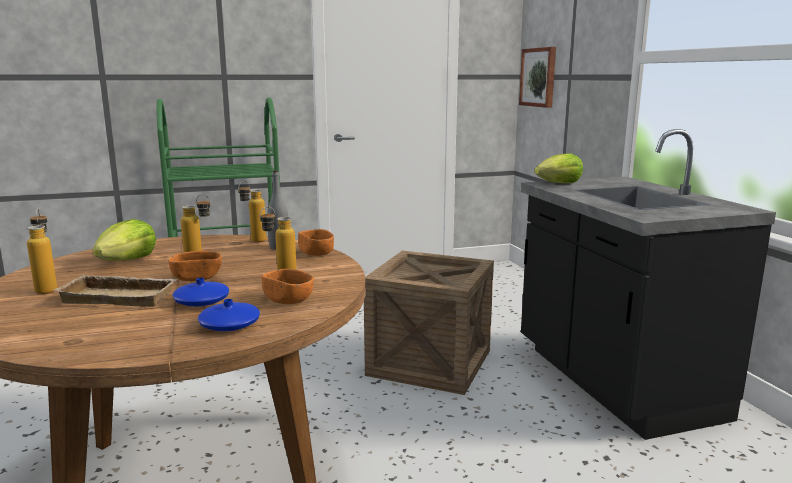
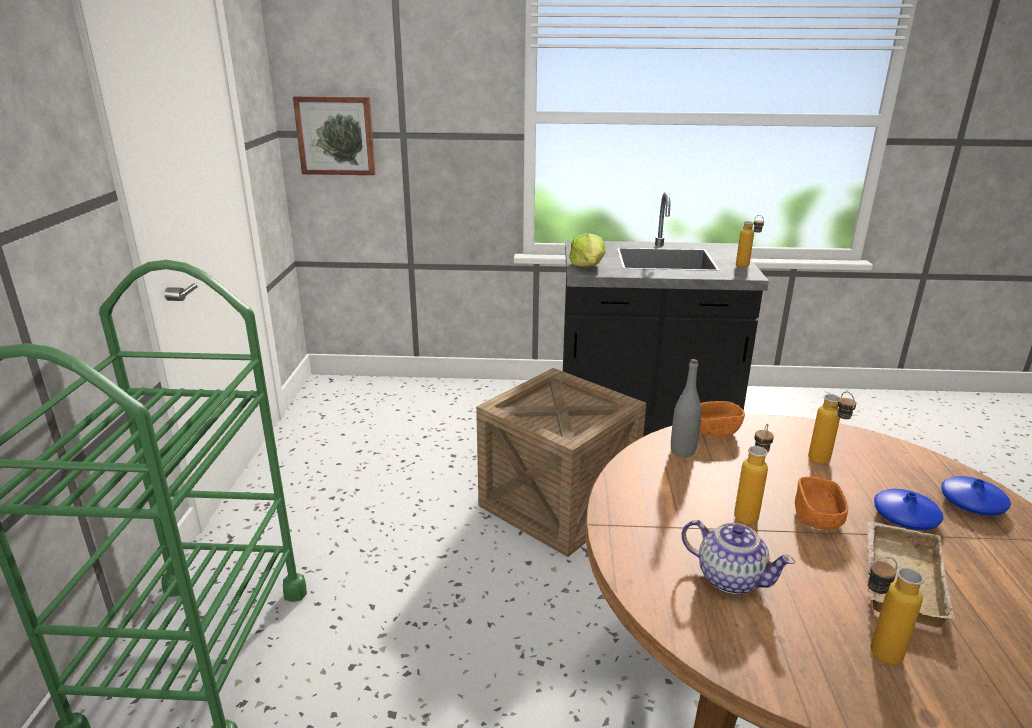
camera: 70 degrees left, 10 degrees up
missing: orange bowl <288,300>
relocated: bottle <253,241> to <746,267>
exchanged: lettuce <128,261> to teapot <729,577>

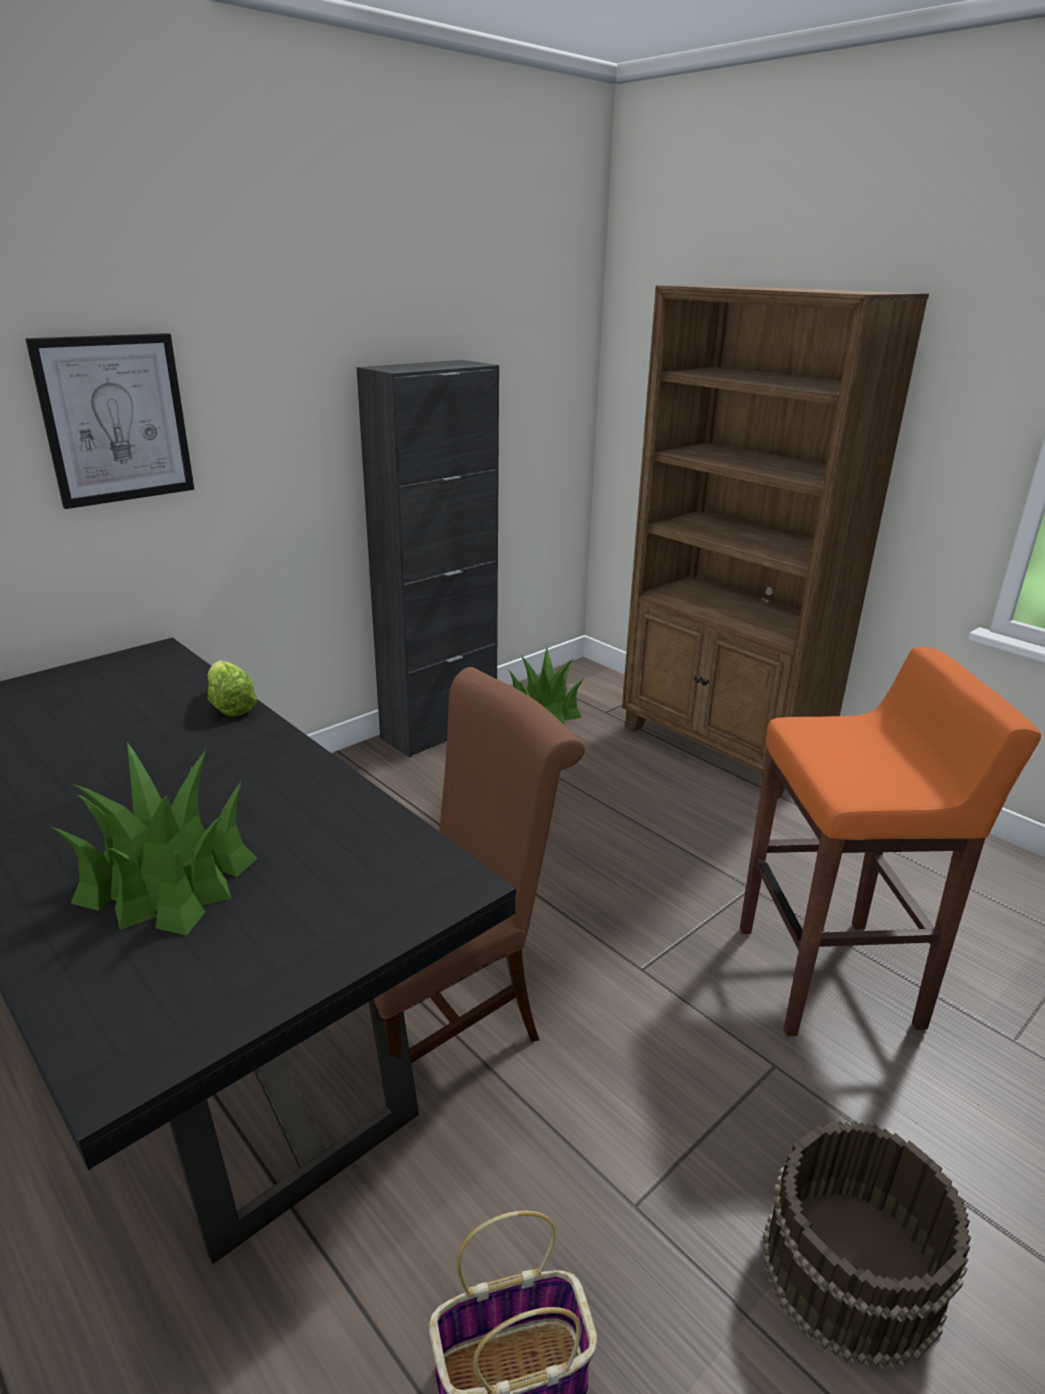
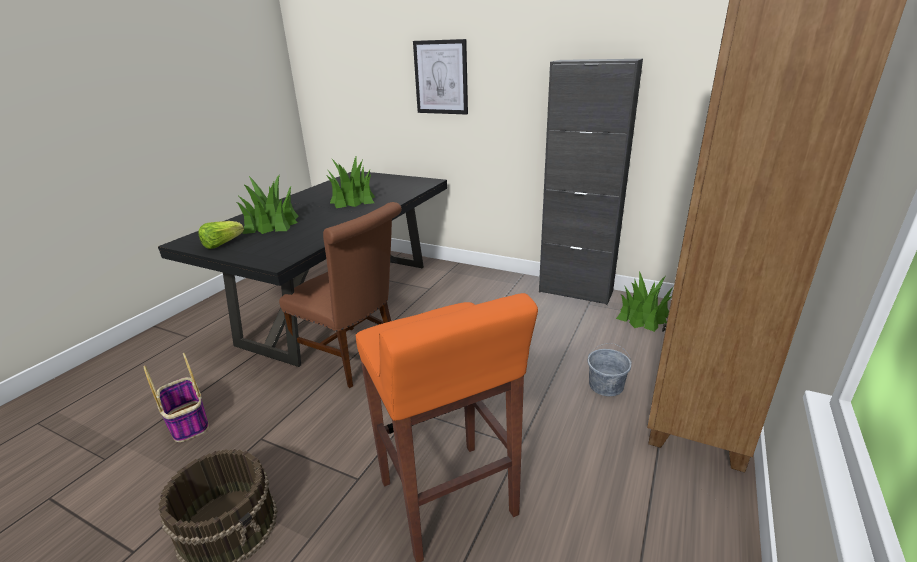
camera: 70 degrees right, 0 degrees up
appeared: potted plant <352,200>; grey bucket <606,386>
relocated: lettuce <230,705> to <222,244>

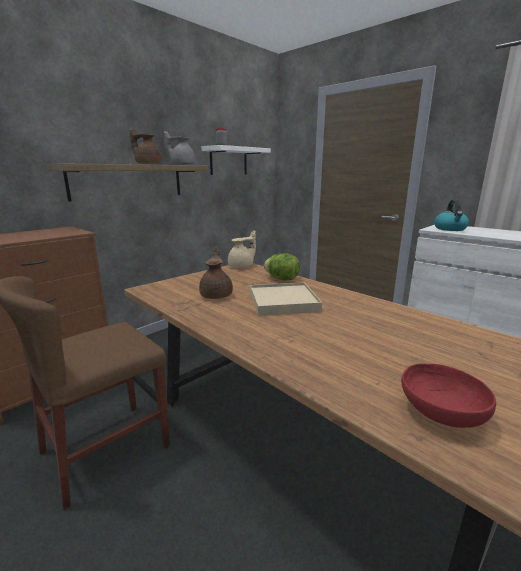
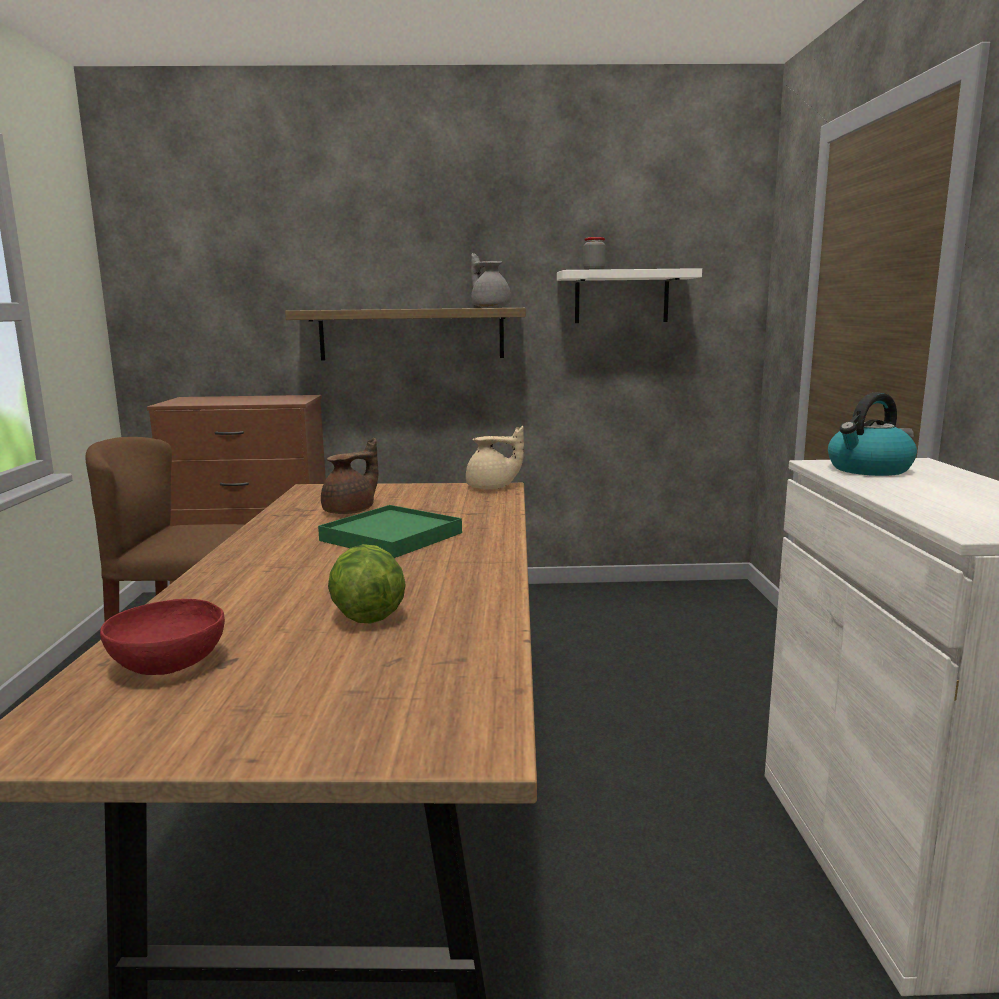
camera: 45 degrees right, 5 degrees down
missing: brown teapot <147,164>
relocated: lettuce <282,279> to <367,615>
colour: beige tray <283,302> to green tray <391,537>

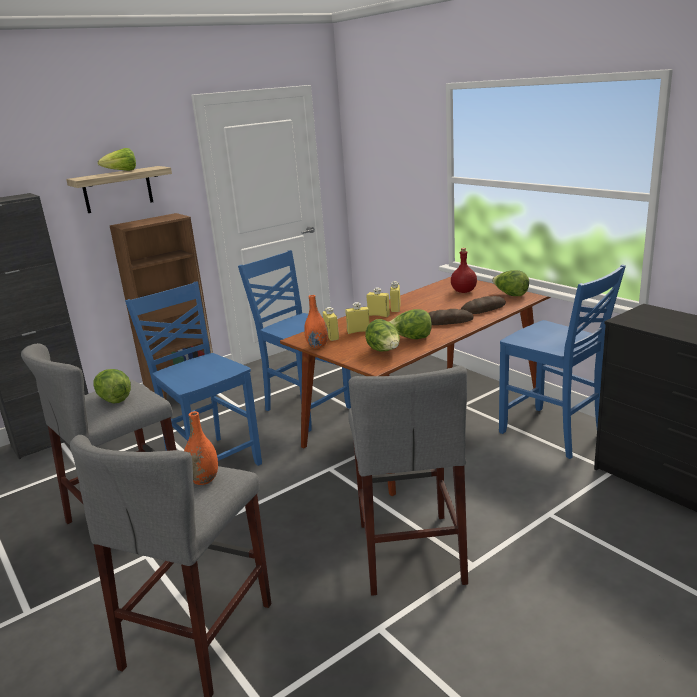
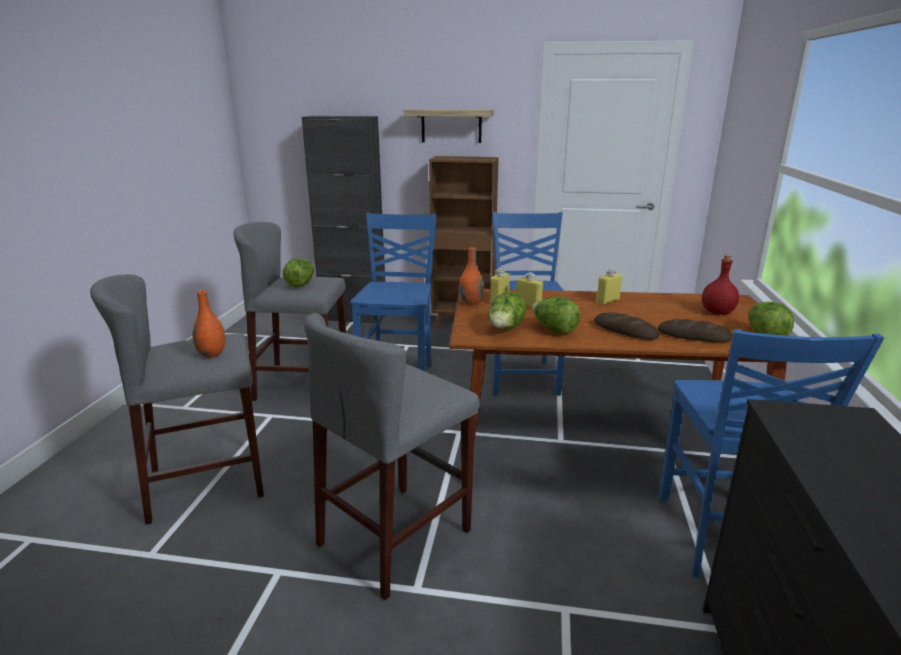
camera: 45 degrees right, 0 degrees up
missing: lettuce <121,171>; yellow bottle <378,315>

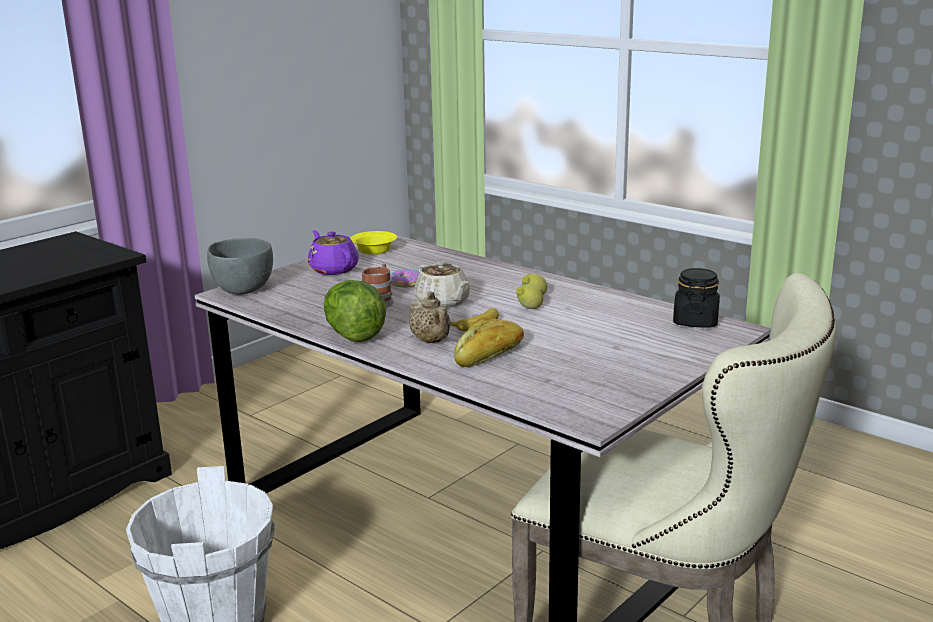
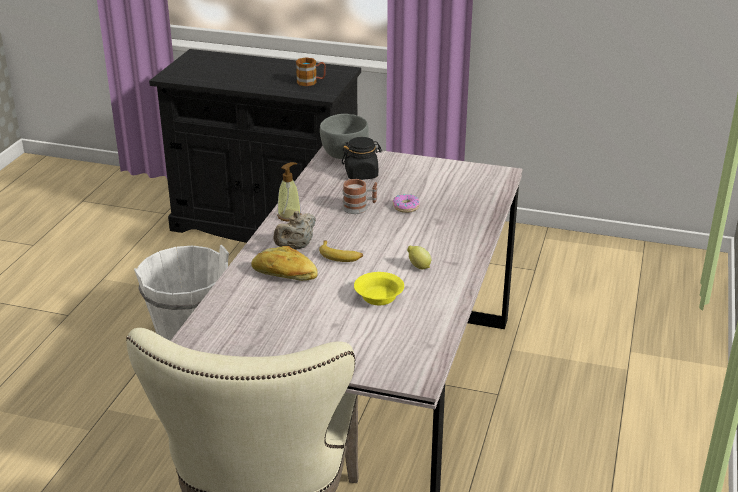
camera: 65 degrees right, 10 degrees up
missing: purple teapot <333,269>; beige teapot <443,303>; lemon <528,309>
appeared: mug <311,82>
relocated: yellow bowl <373,250> to <378,296>; black jar <695,321> to <361,174>
exchanged: lettuce <353,335> to soap dispenser <289,216>

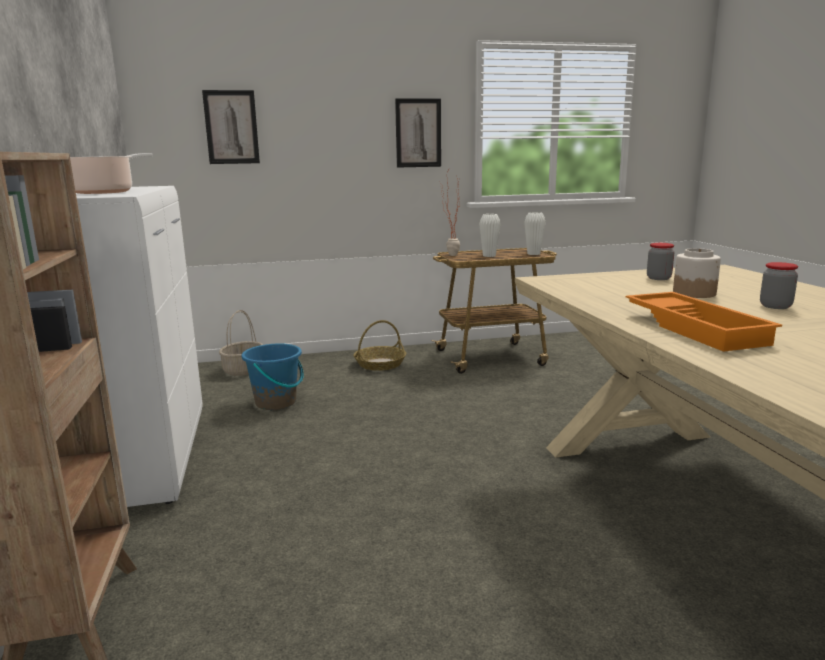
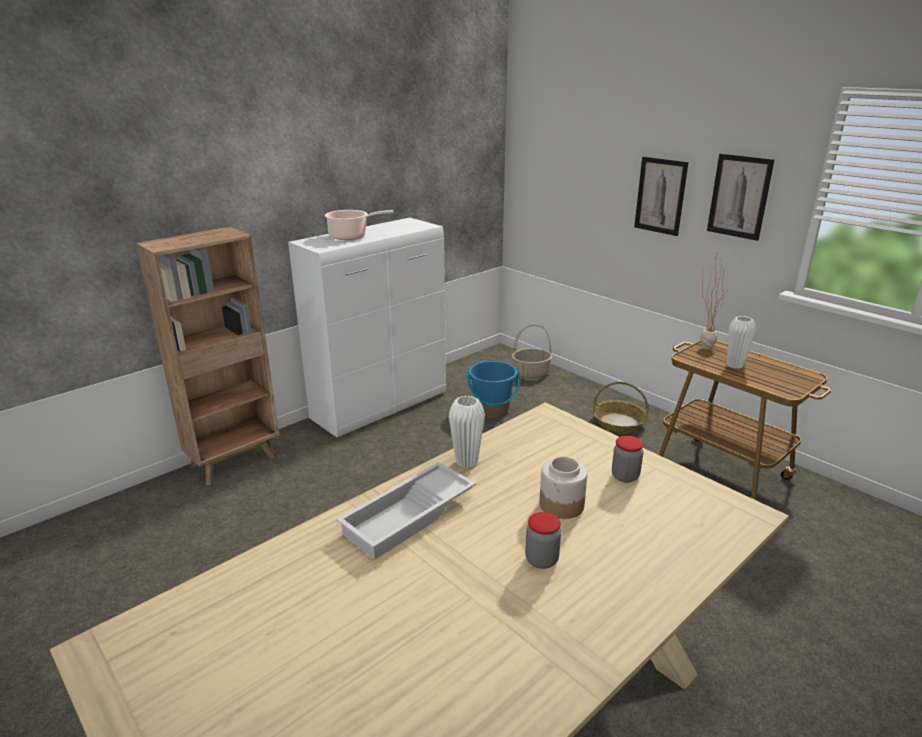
camera: 60 degrees right, 10 degrees up
relocated: picture <231,127> to <660,196>; white vase <533,254> to <466,462>
colour: orange tray <697,328> to white tray <410,517>

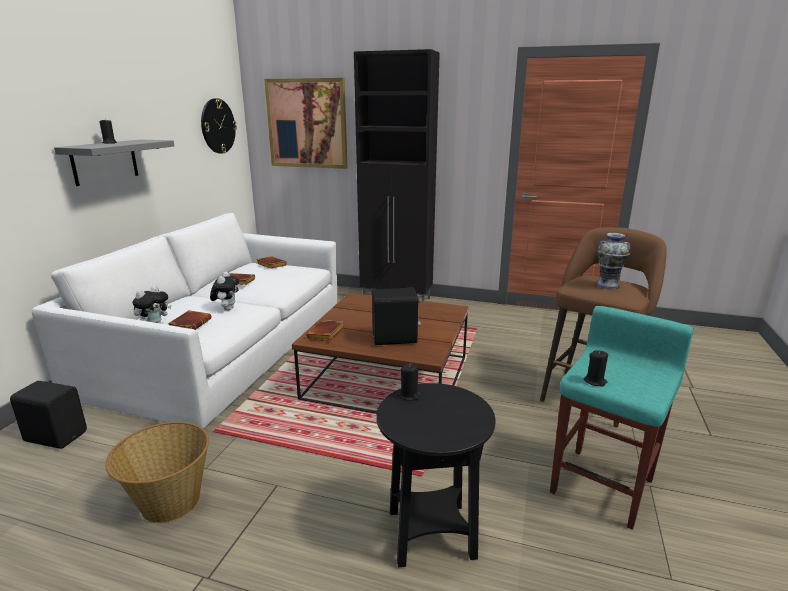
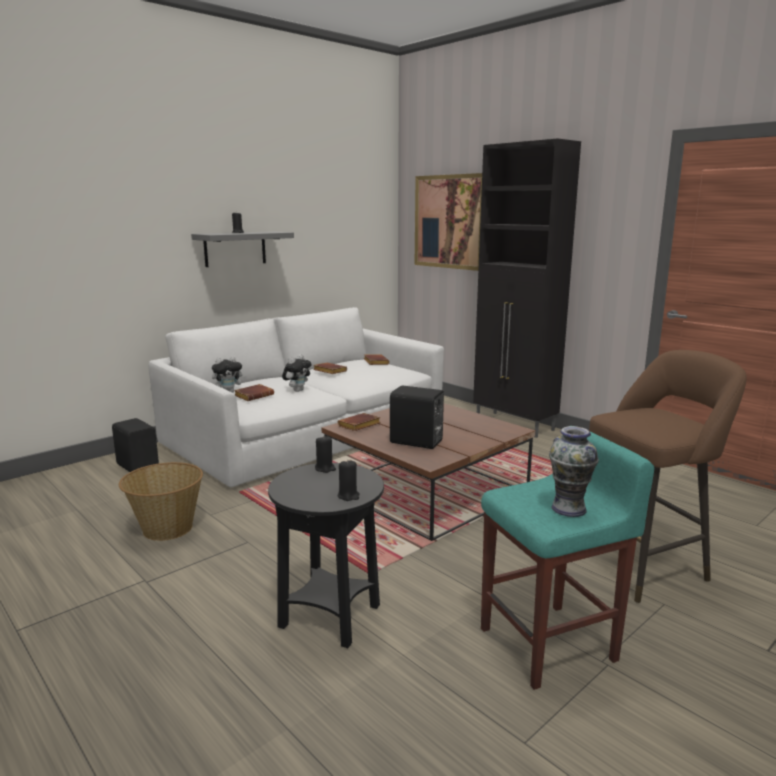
camera: 30 degrees right, 5 degrees down
missing: wall clock <218,126>
relocated: vase <607,285> to <569,508>; black candle <595,381> to <348,496>

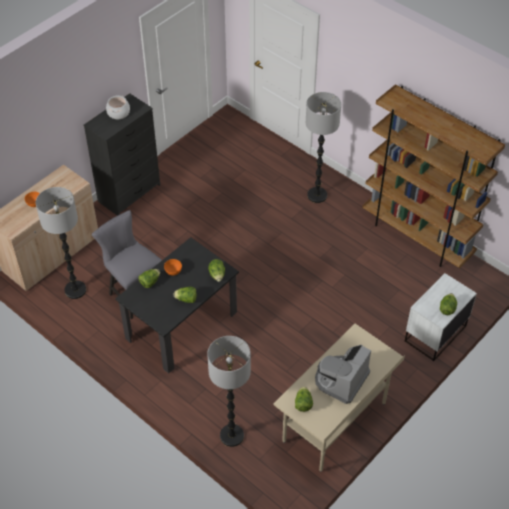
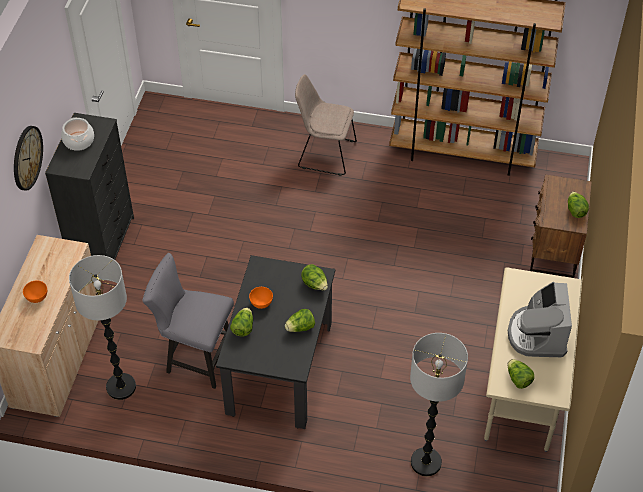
camera: 30 degrees left, 0 degrees up
appeared: wall clock <27,157>
exchanged: floor lamp <317,195> to beige chair <324,154>
colour: white nightstand <434,334> to brown nightstand <554,249>

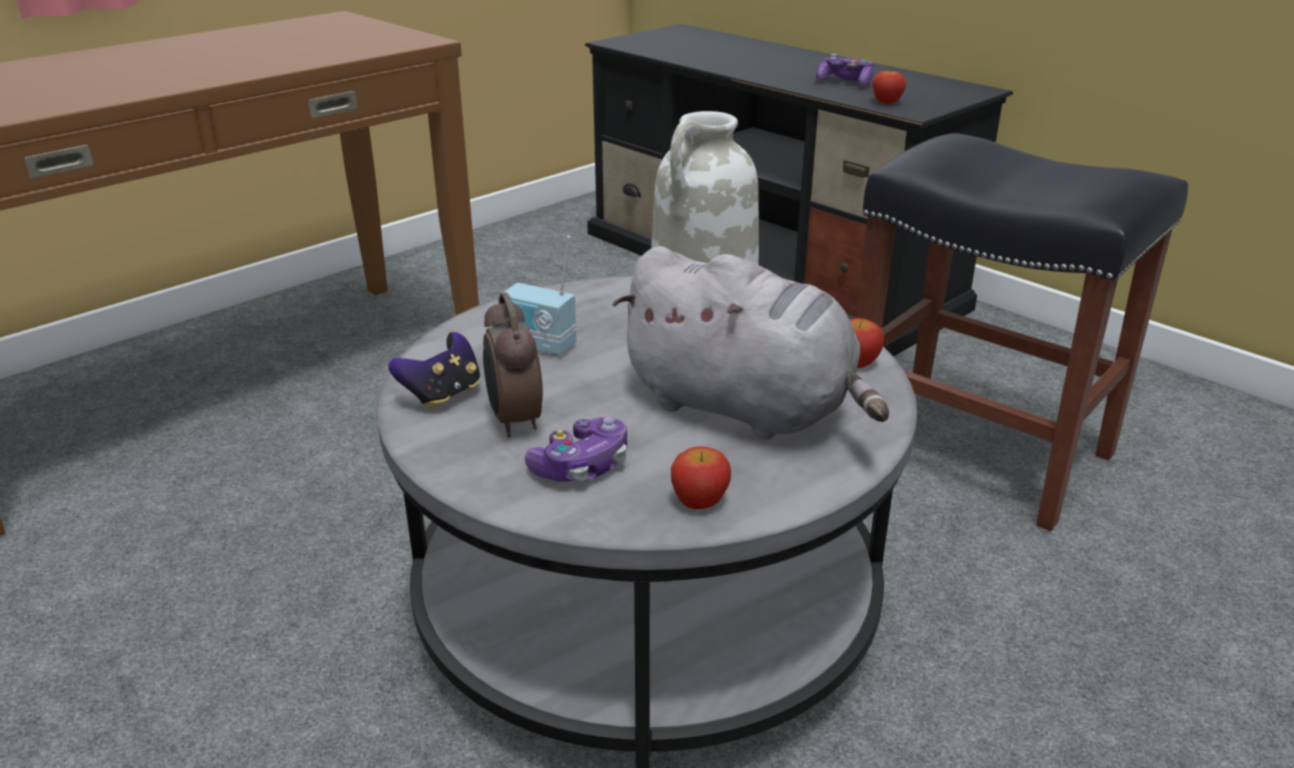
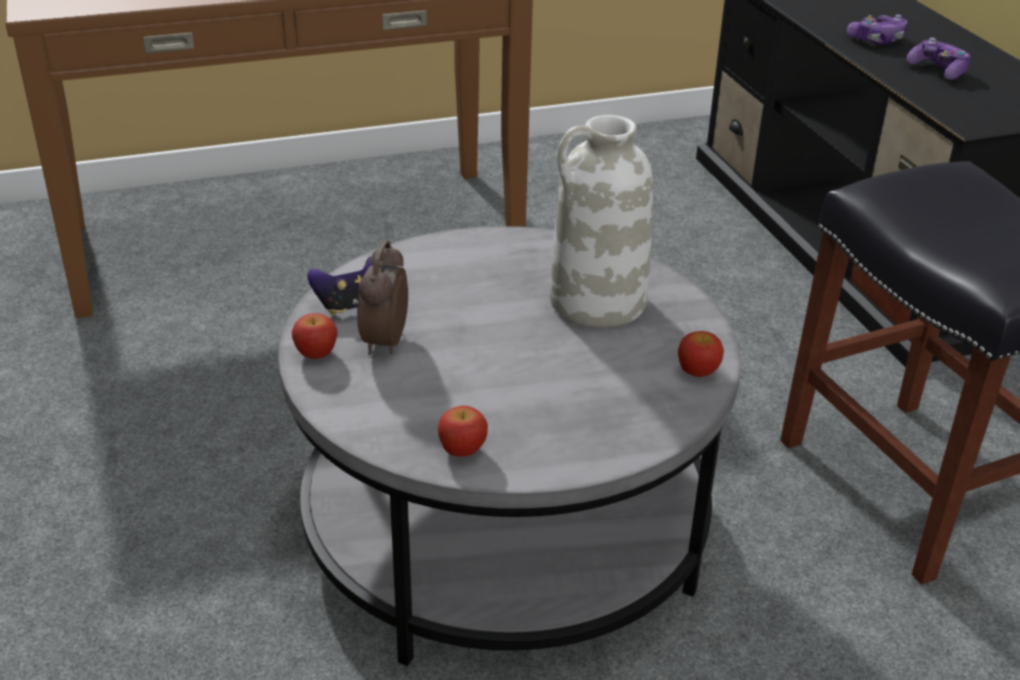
camera: 25 degrees right, 5 degrees up
missing: radio <538,346>; grey plush toy <746,408>
relocated: apple <886,102> to <316,354>; game controller <581,466> to <876,40>

